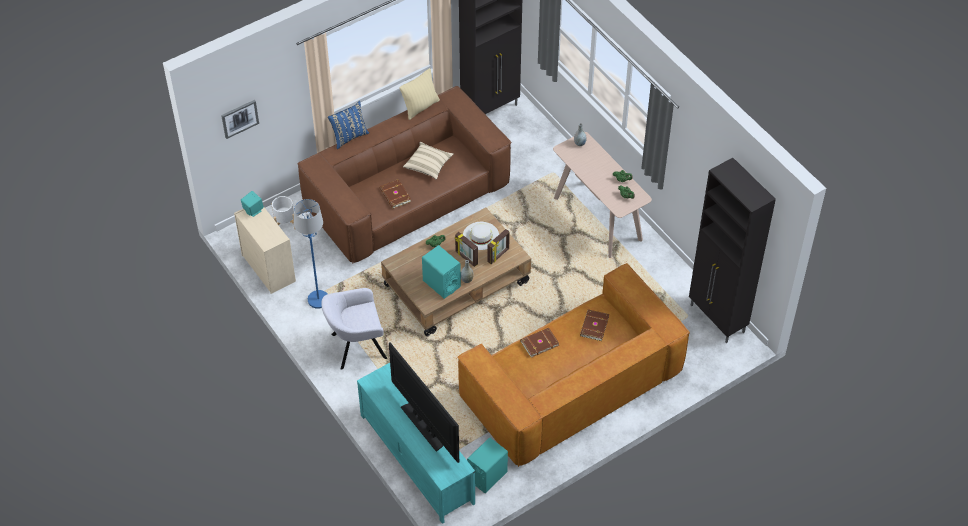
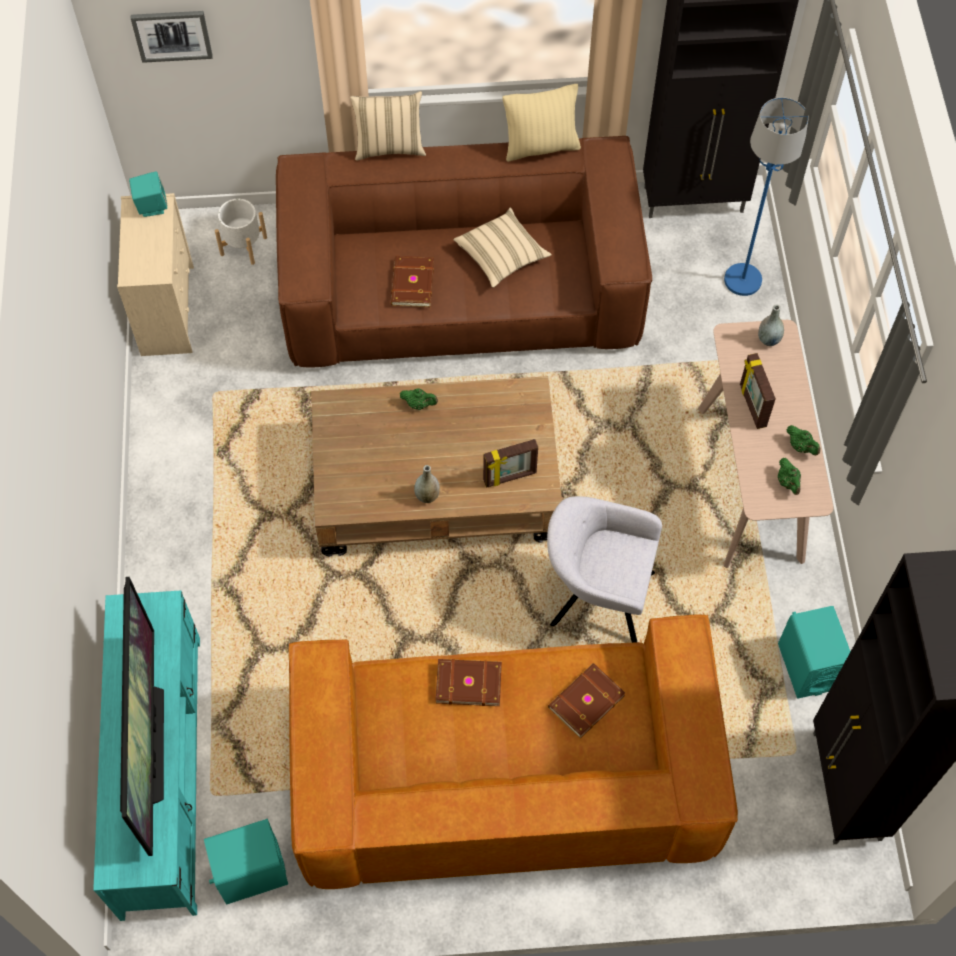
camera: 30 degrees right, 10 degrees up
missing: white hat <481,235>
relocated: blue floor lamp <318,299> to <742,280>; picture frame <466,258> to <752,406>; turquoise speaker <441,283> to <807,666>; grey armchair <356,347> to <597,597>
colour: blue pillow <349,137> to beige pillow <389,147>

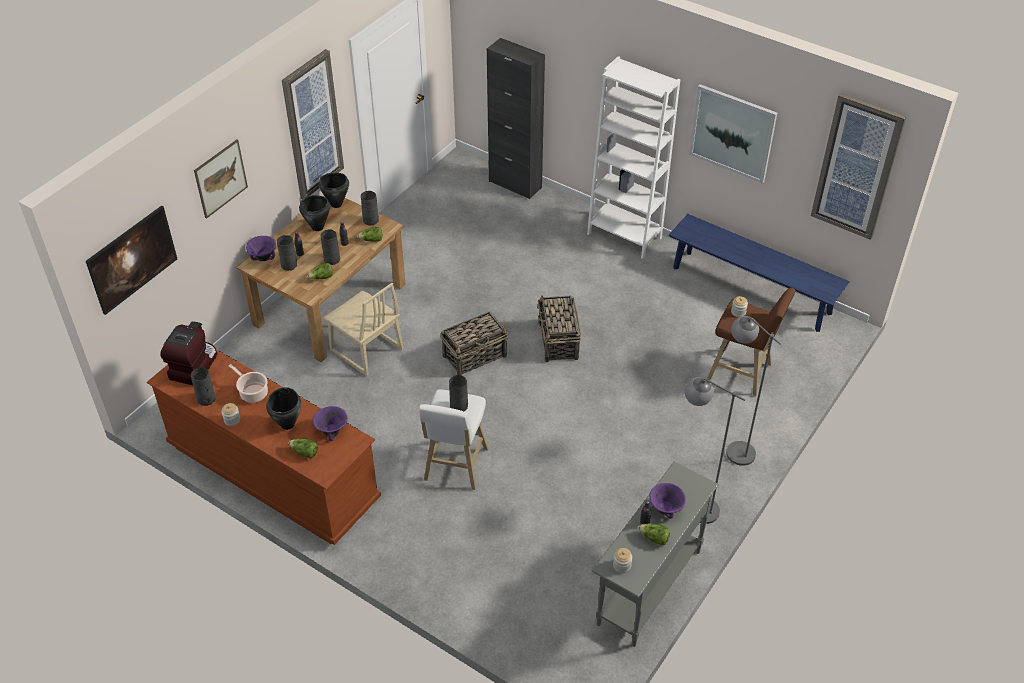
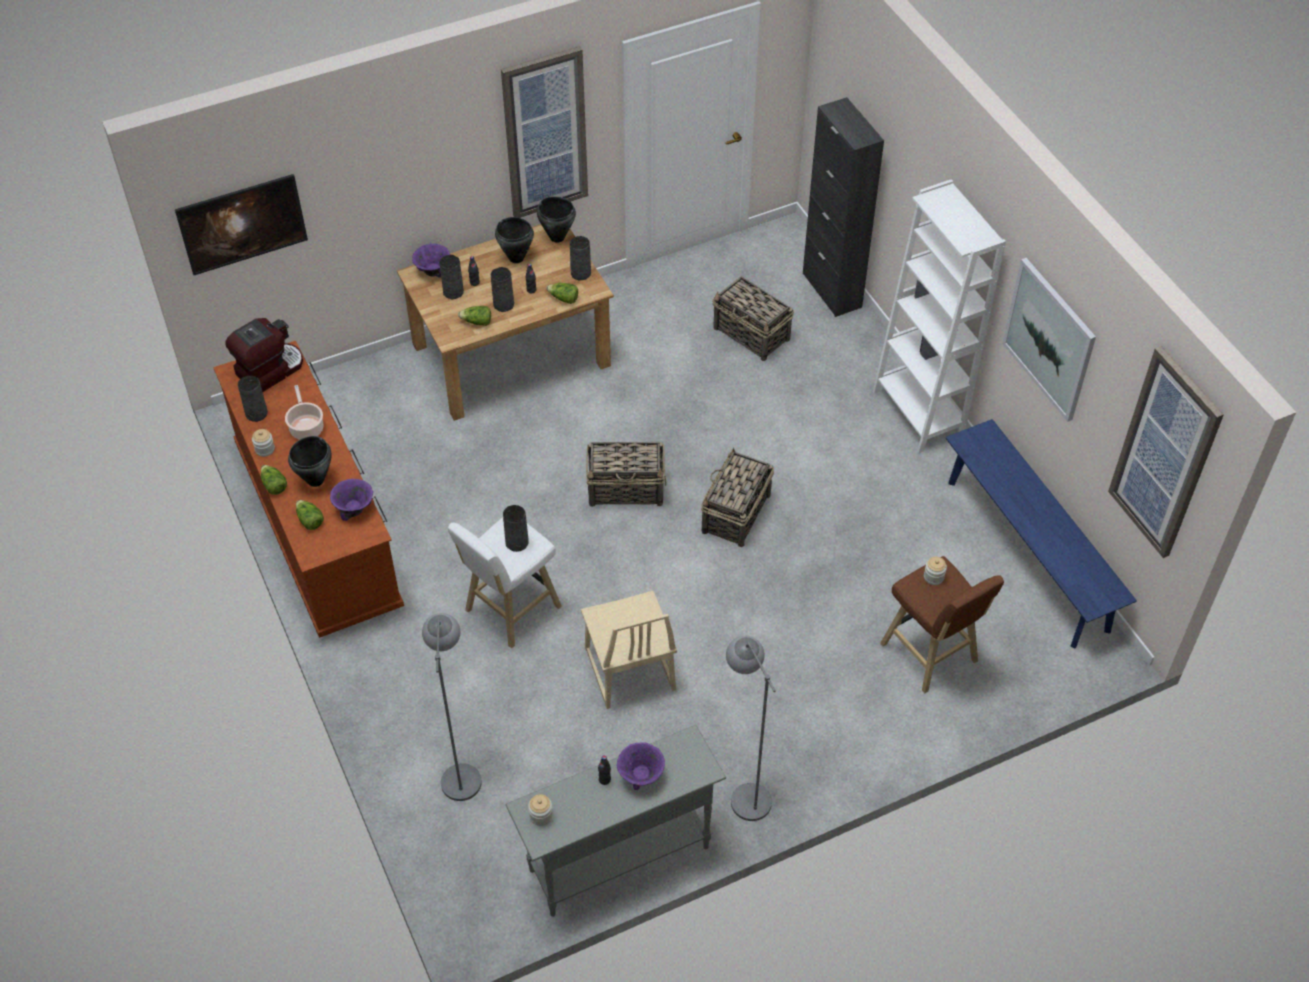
camera: 30 degrees right, 5 degrees up
missing: picture <221,178>
appeared: basket <752,334>
relocated: beige chair <366,350> to <628,670>; grey floor lamp <733,447> to <461,770>; lettuce <654,538> to <273,485>

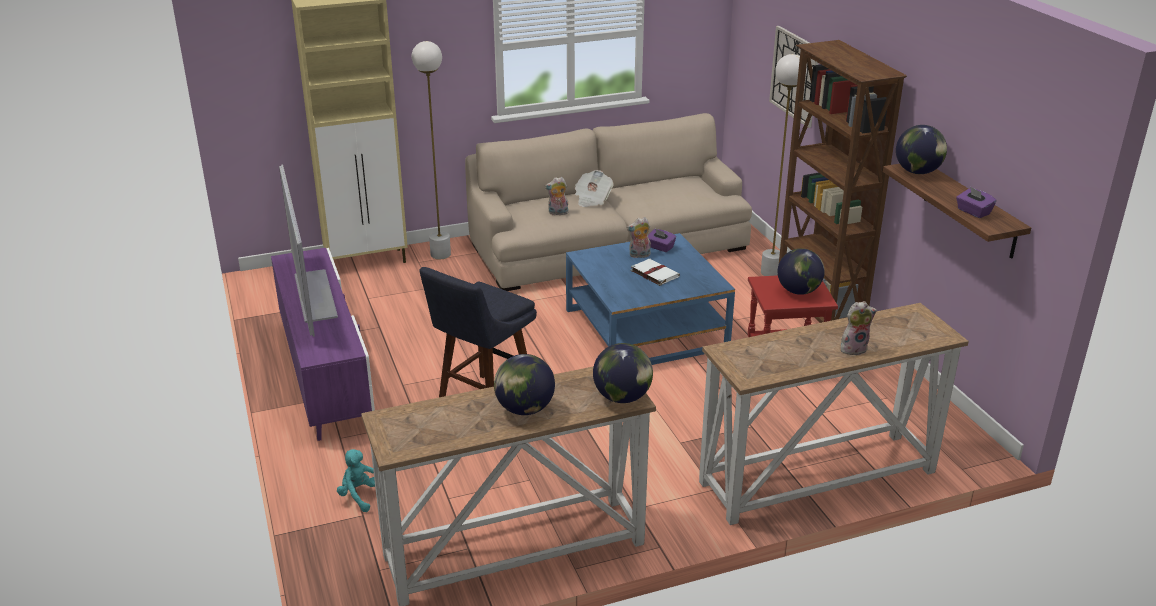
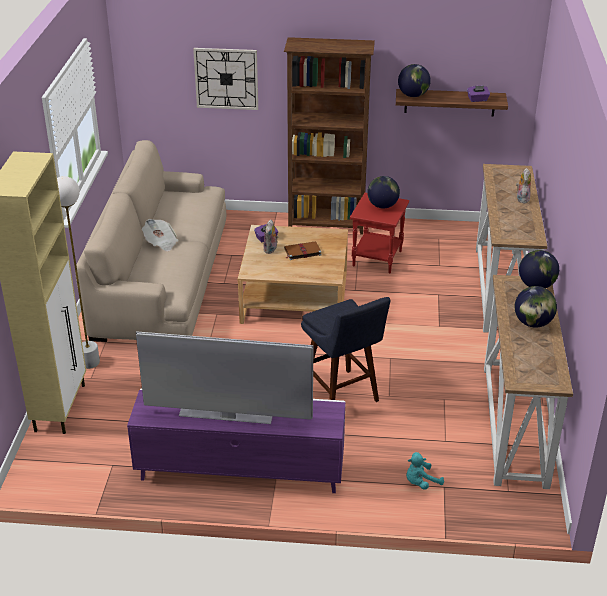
camera: 65 degrees left, 5 degrees up
missing: white floor lamp <771,273>; plush toy <557,213>
colour: blue coffee table <645,328> to beige coffee table <294,297>; white book <654,273> to brown book <302,252>

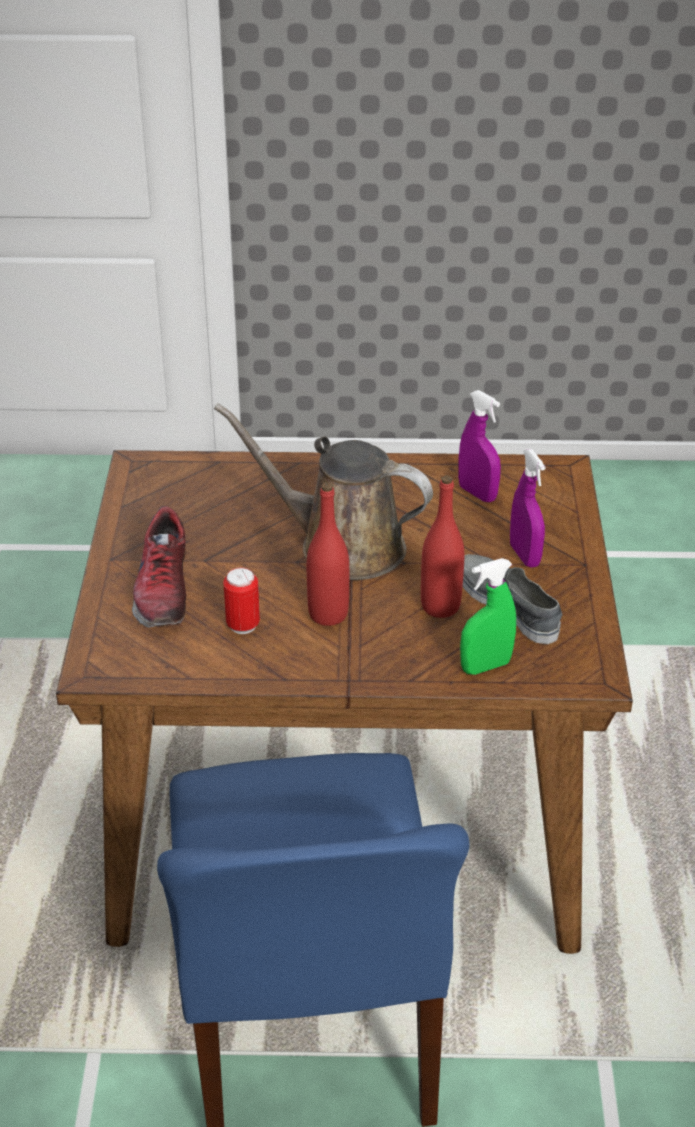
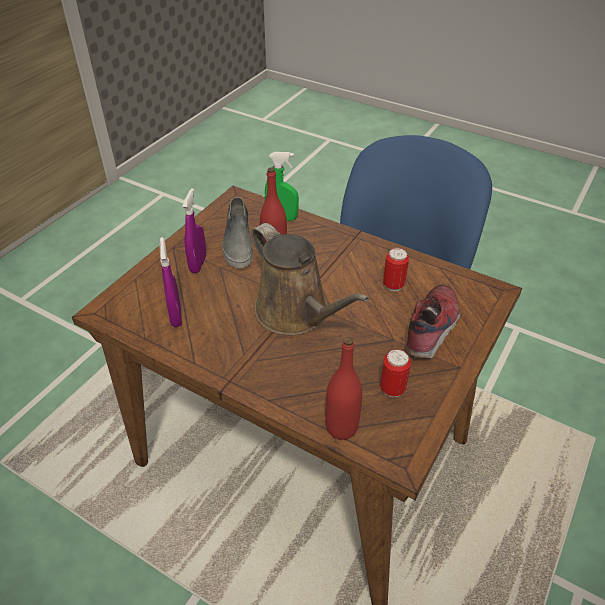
camera: 150 degrees left, 5 degrees up
appeared: can <392,389>
relocated: red bottle <328,614> to <341,427>

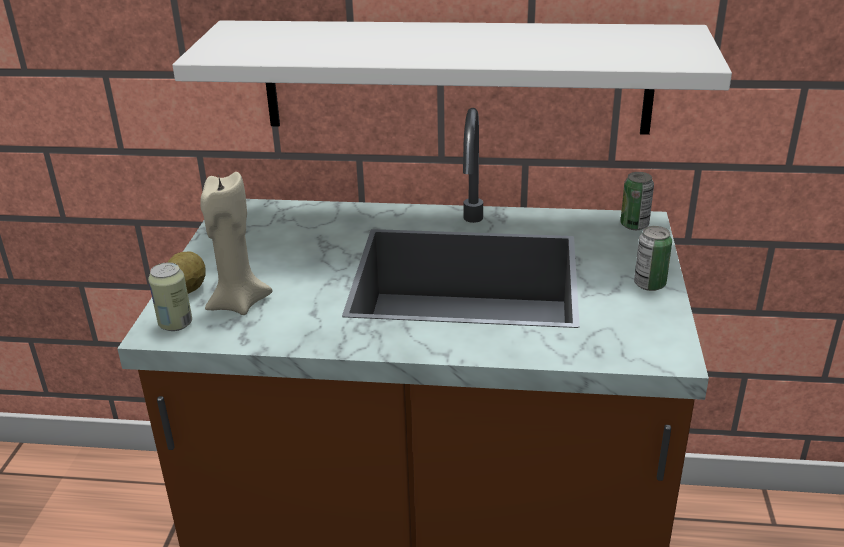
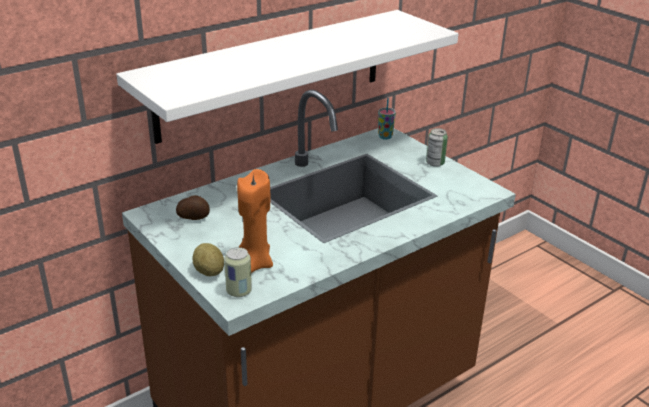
camera: 45 degrees left, 0 degrees up
appeared: potato <194,218>
exchanged: can <634,225> to cup <385,137>
colour: beige candle <238,303> to orange candle <255,263>

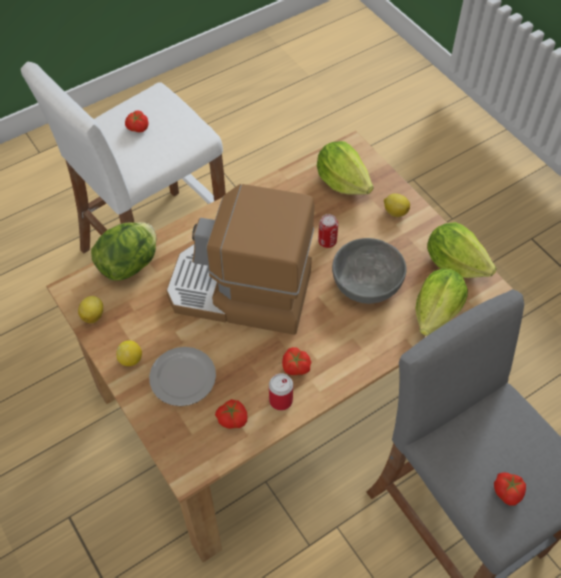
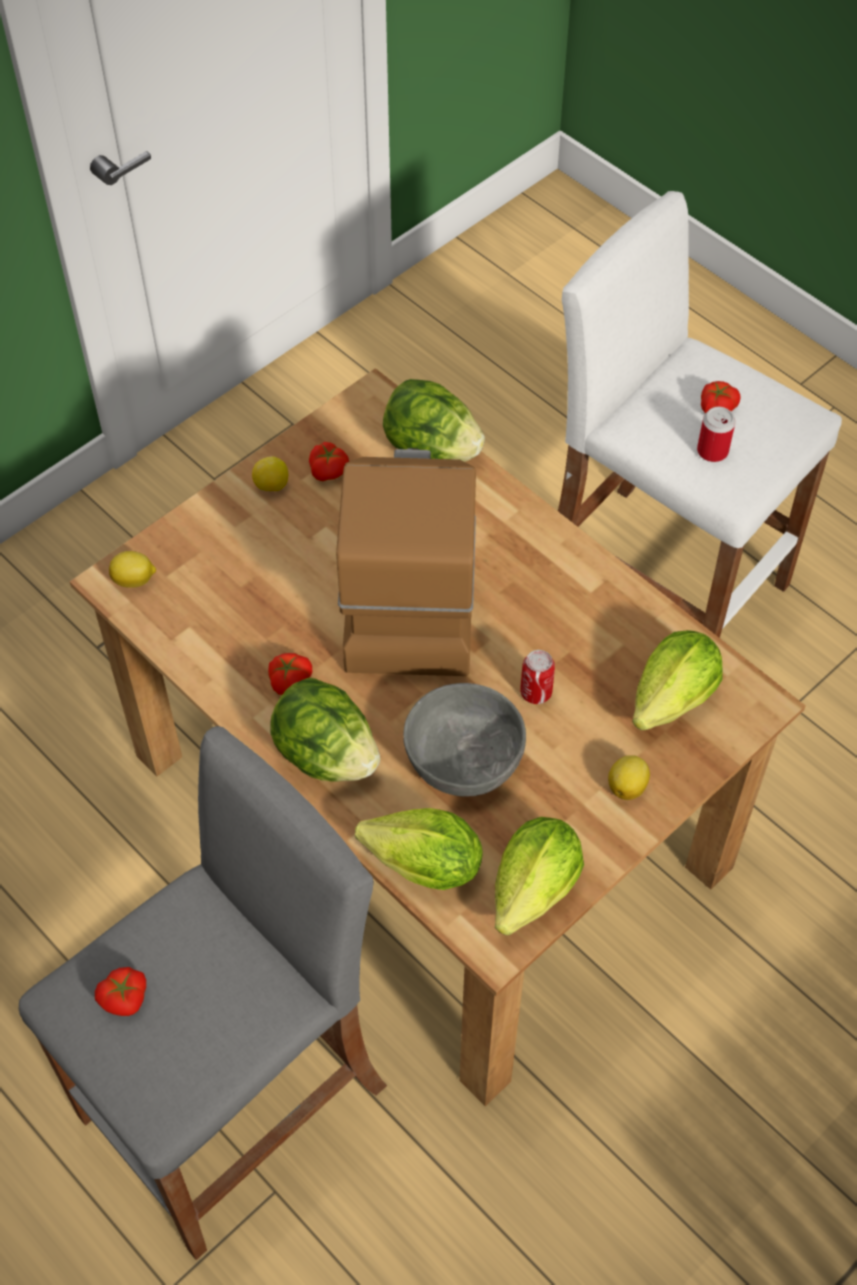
camera: 80 degrees right, 0 degrees up
missing: plate <184,377>
appeared: lettuce <326,755>
relocated: lemon <93,315> to <134,580>; can <281,400> to <712,451>; tomato <232,418> to <329,470>

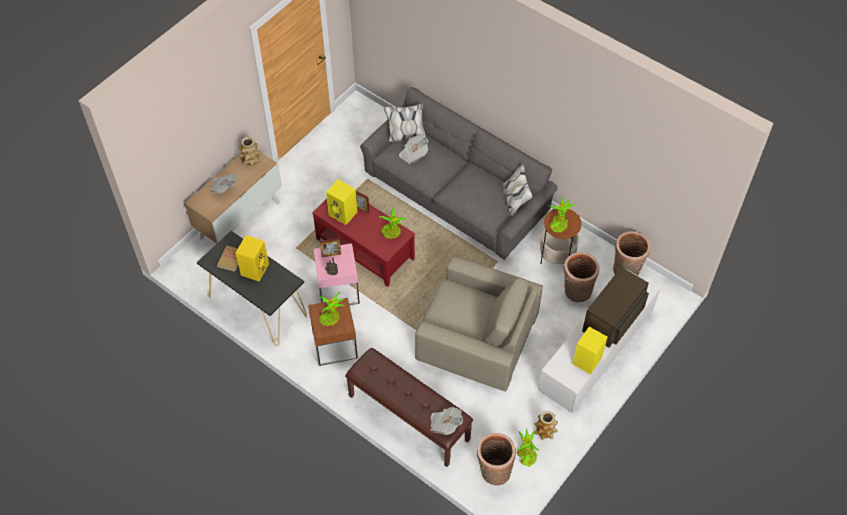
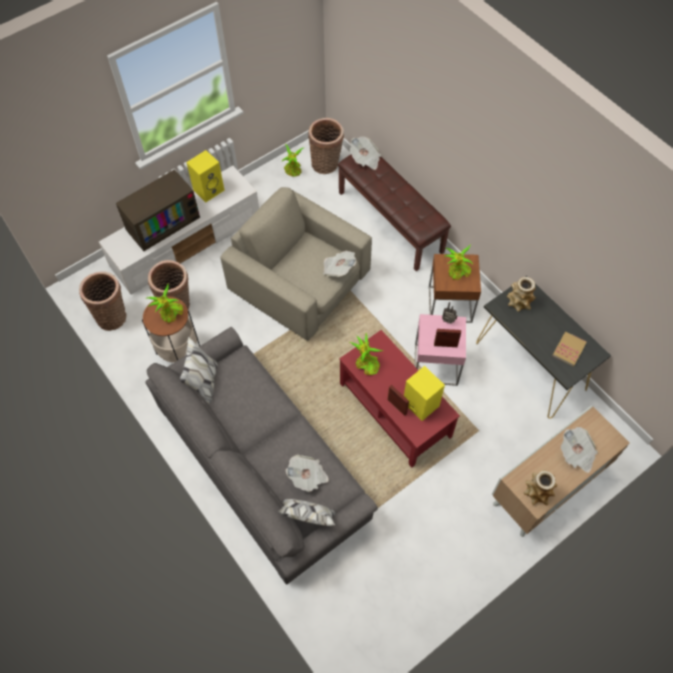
camera: 165 degrees left, 5 degrees up
missing: yellow speaker <254,269>
appeared: newspaper <338,268>
relocated: vase <545,431> to <519,302>

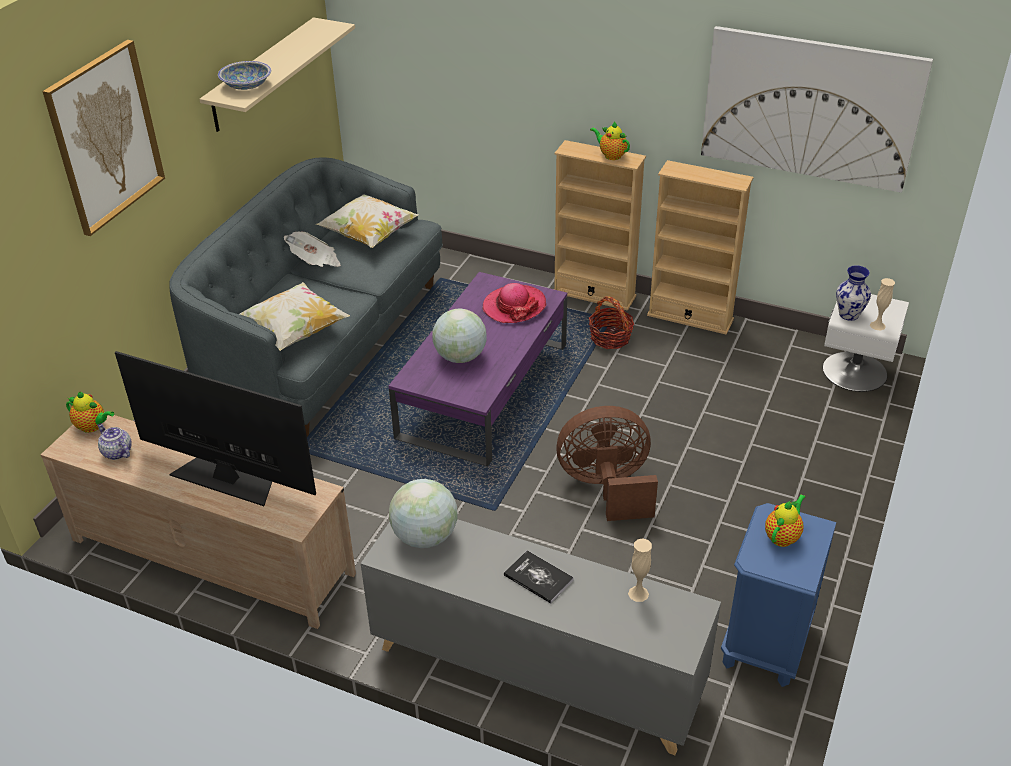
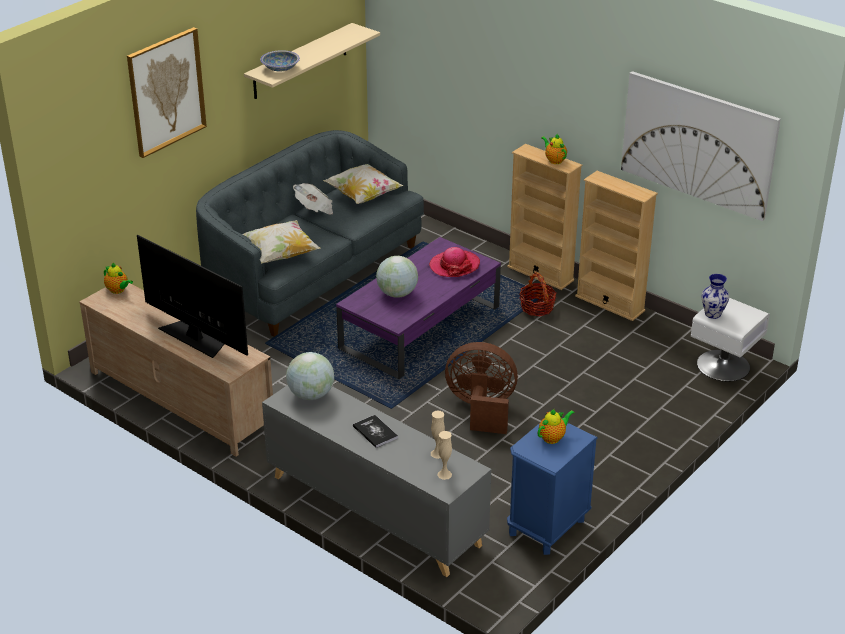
camera: 15 degrees right, 5 degrees down
missing: teapot <116,452>
relocated: beige vase <877,325> to <444,474>

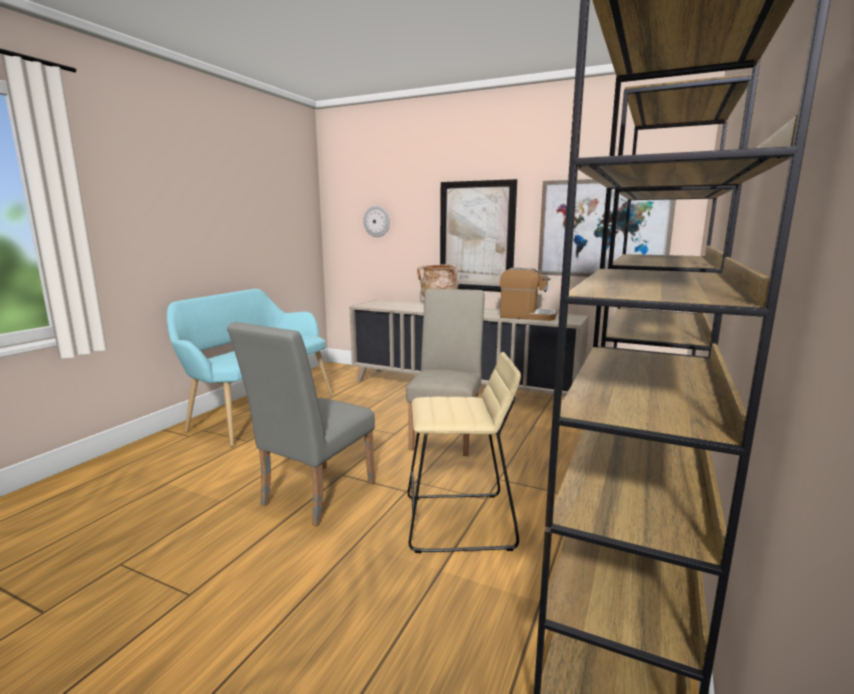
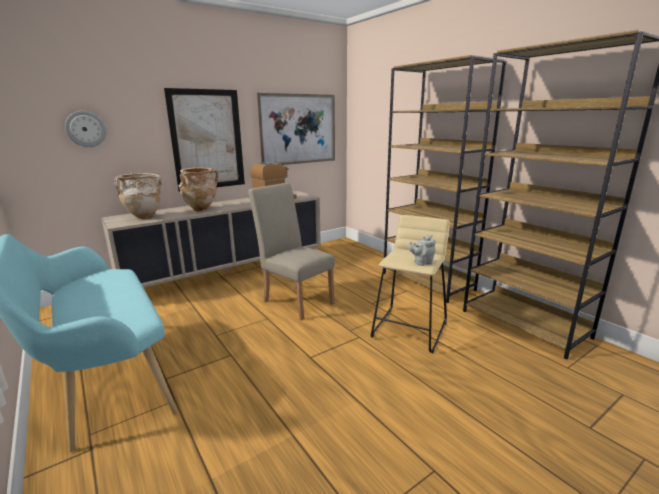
camera: 60 degrees left, 5 degrees up
missing: grey chair <312,497>
appeared: beige vase <143,218>; grey teapot <421,263>

